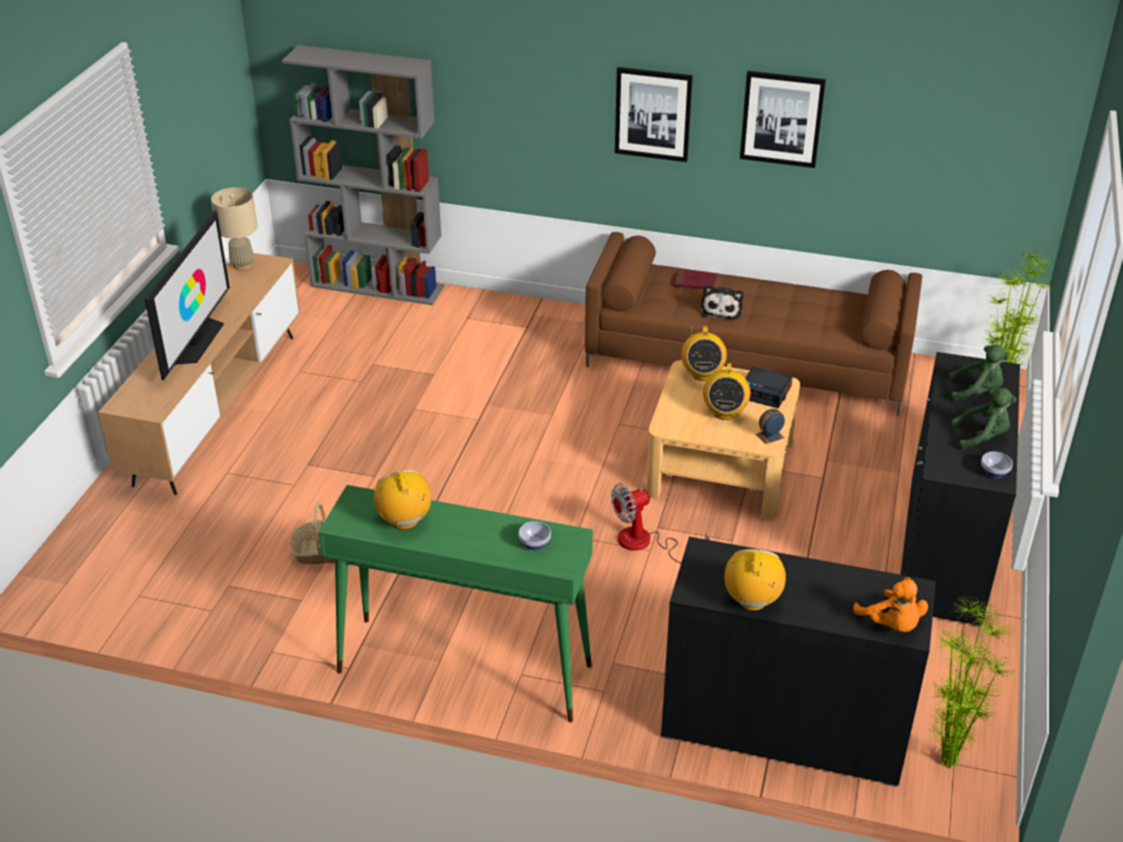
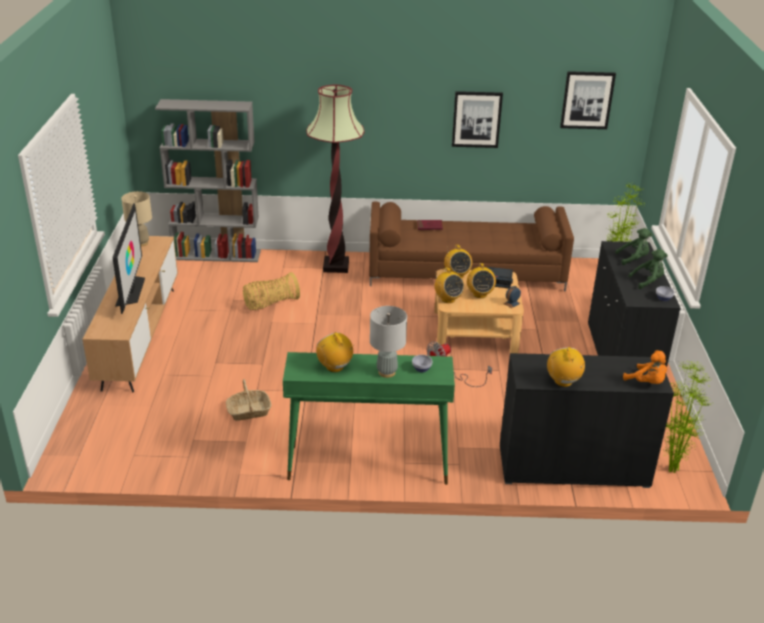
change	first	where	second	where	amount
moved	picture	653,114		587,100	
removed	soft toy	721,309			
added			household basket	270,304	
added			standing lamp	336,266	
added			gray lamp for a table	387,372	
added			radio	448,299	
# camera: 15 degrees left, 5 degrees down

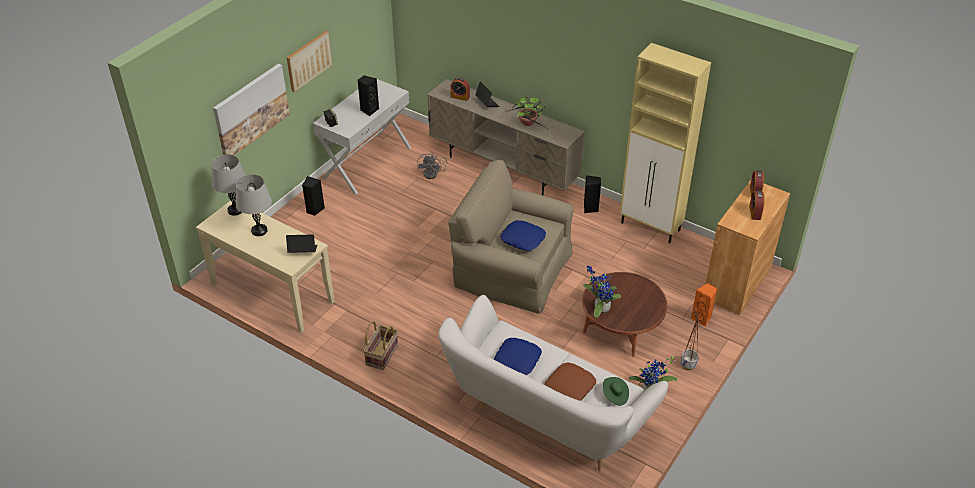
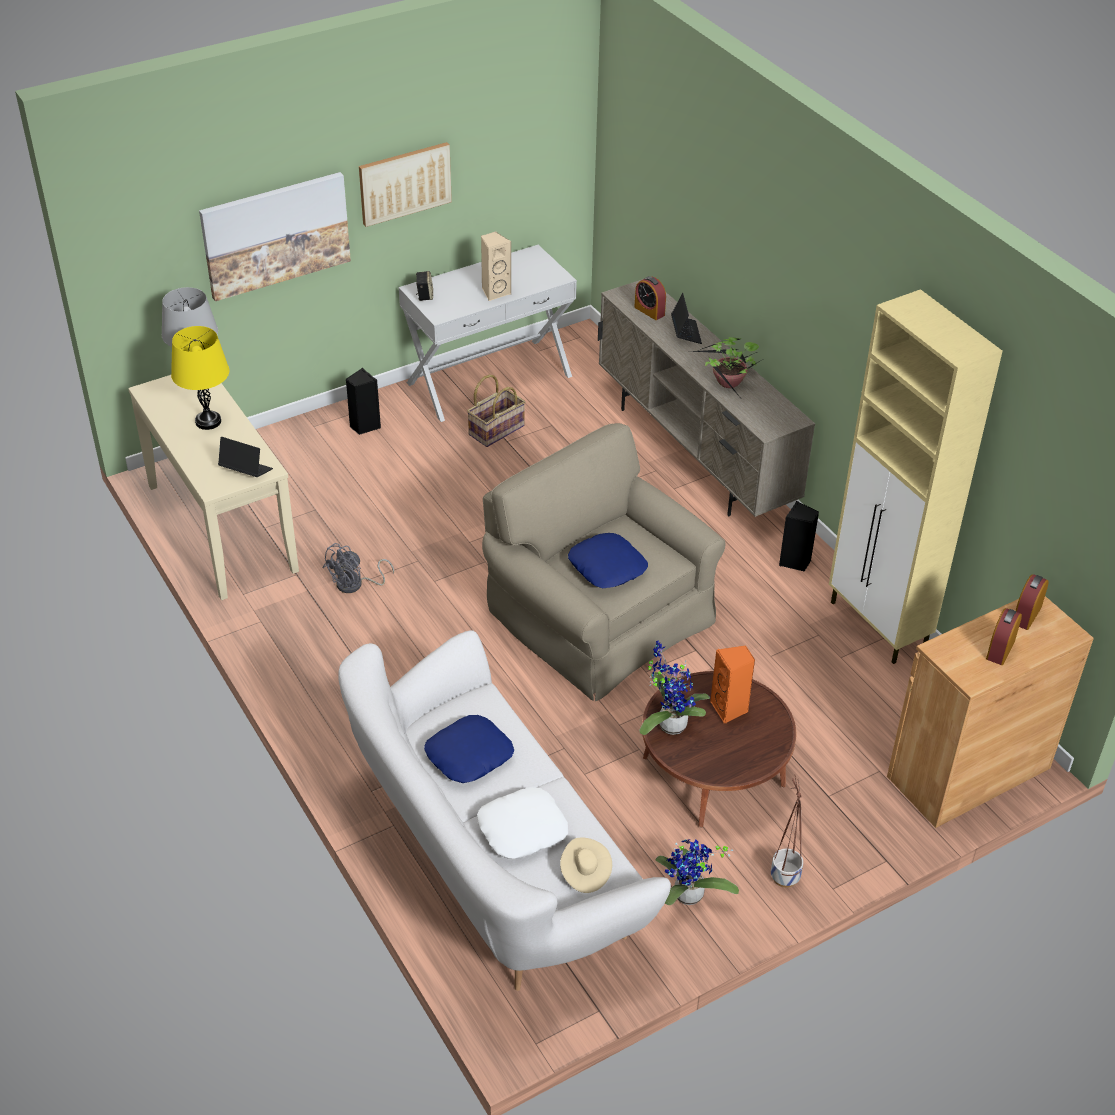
change	first	where	second	where	amount
recoloured	gray lamp for a table	259,231	yellowish lamp for a table	208,421	
recoloured	black loudspeaker	369,110	beige-coloured loudspeaker	495,292	
moved	household basket	381,354		496,430	
moved	gray fan	433,174		355,585	
recoloured	brown-coloured pillow	569,386	whitish pillow	522,828	
recoloured	green hat	615,395	beige-coloured hat	585,873	
moved	orange loudspeaker	702,318		730,709	
# camera: 25 degrees right, 0 degrees up

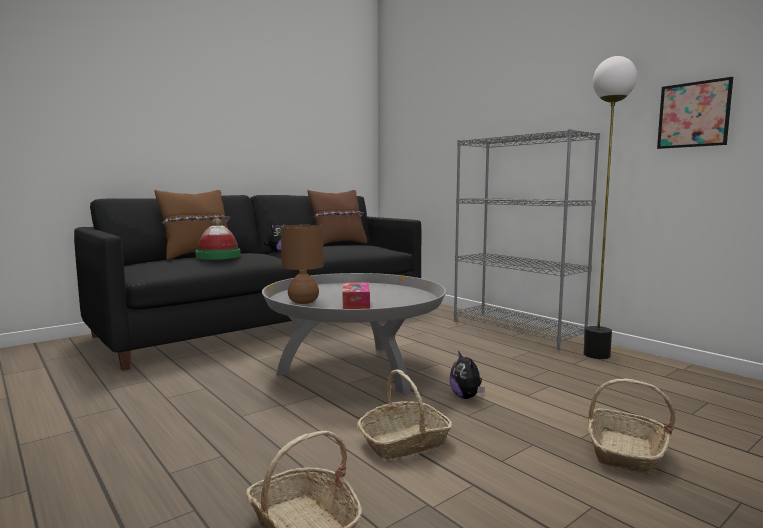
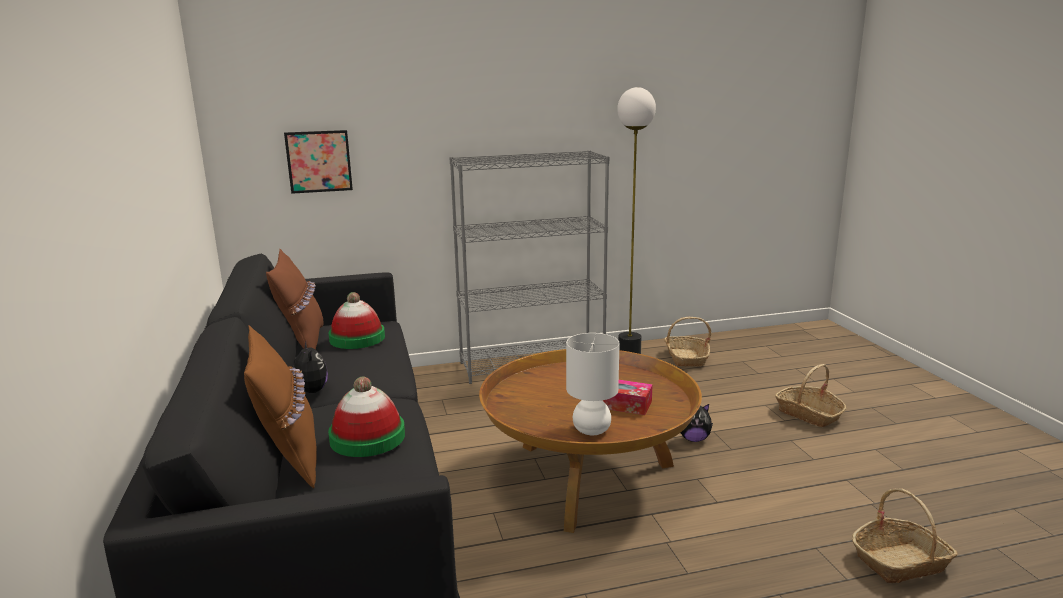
change	first	where	second	where	amount
recoloured	gray lounge table	355,369	brown-coloured lounge table	588,477	
recoloured	brown-coloured lamp for a table	303,302	whitish lamp for a table	592,430	
moved	household basket	404,442		686,358	
moved	picture	693,114		319,161	
added			hat	357,338	
# camera: 65 degrees left, 10 degrees up

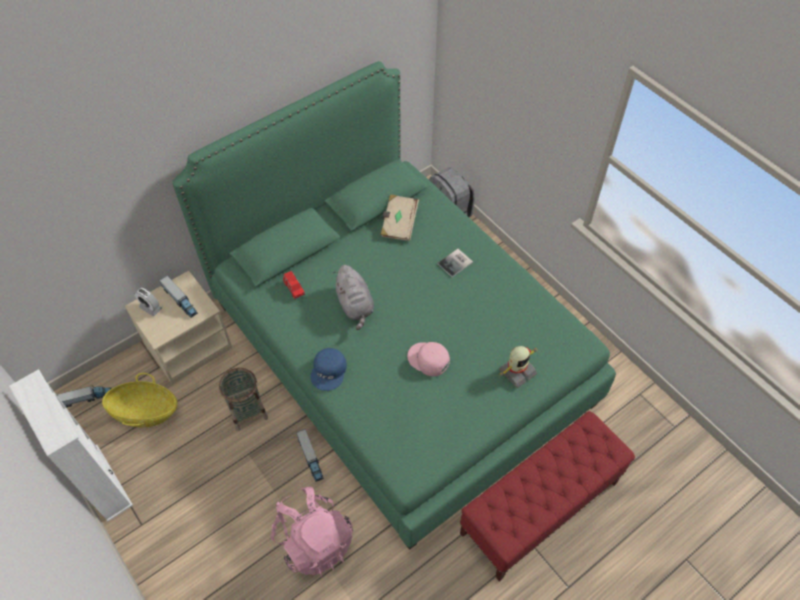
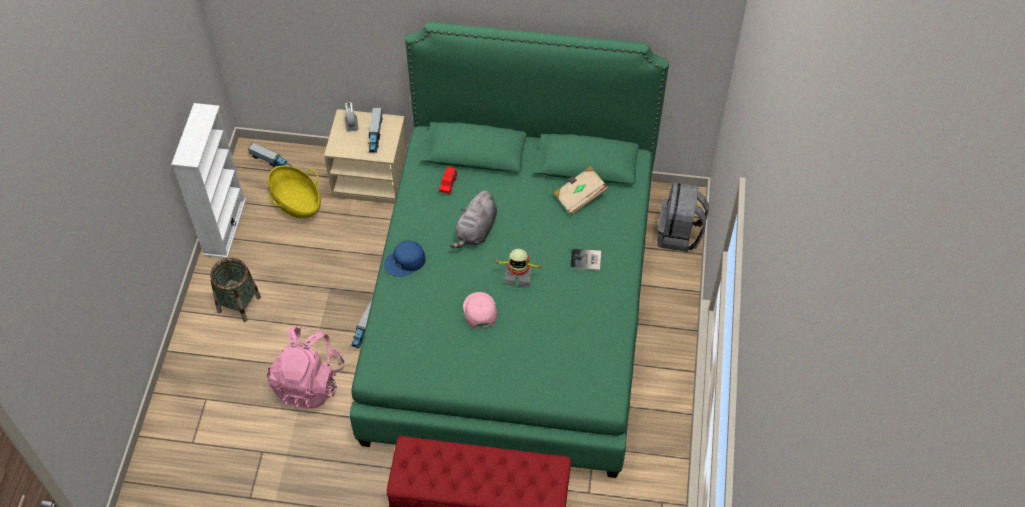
change	first	where	second	where	amount
moved	household basket	247,411		239,304	
moved	robot figure	516,371		518,274	
# camera: 45 degrees right, 0 degrees up

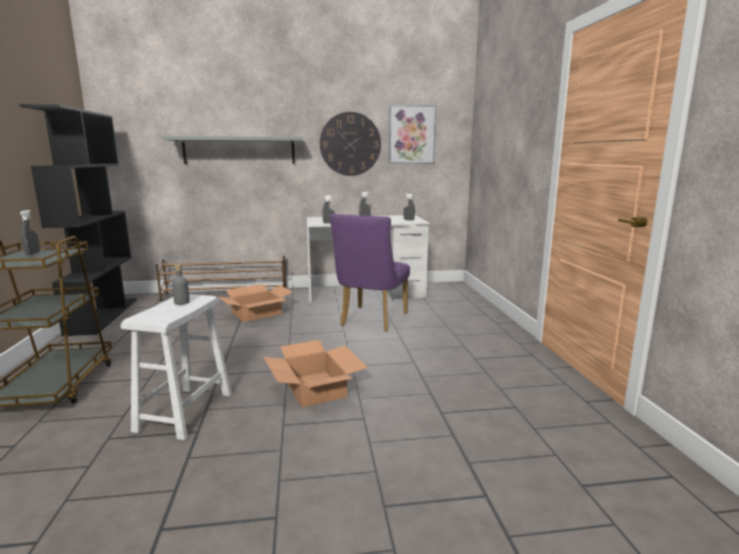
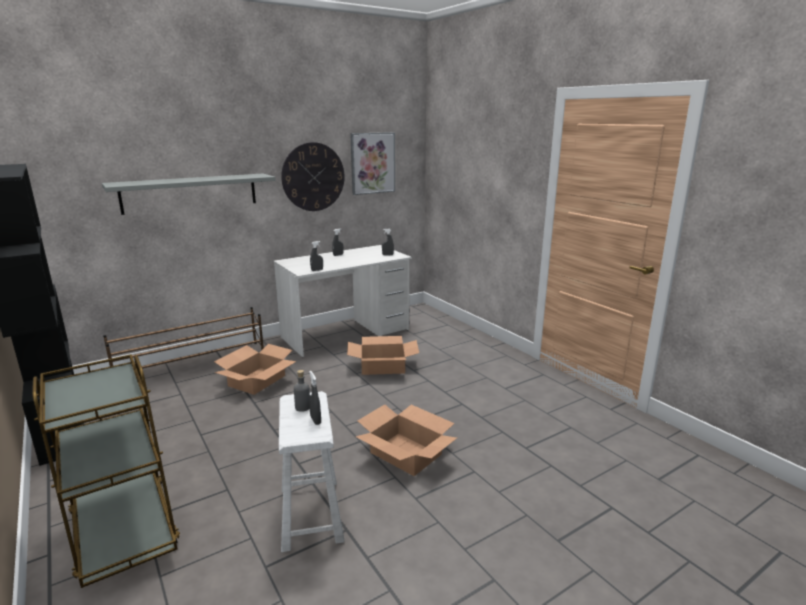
change	first	where	second	where	amount
moved	gray sprayer	33,253		315,420	
replaced	purple plain chair	370,321	cardboard box	383,366	
# camera: 25 degrees left, 5 degrees up

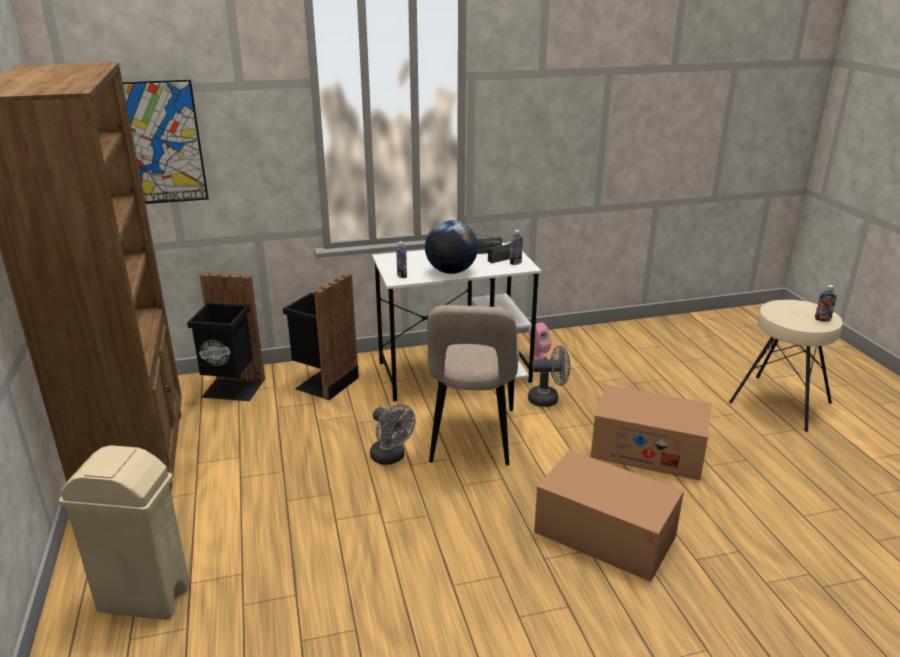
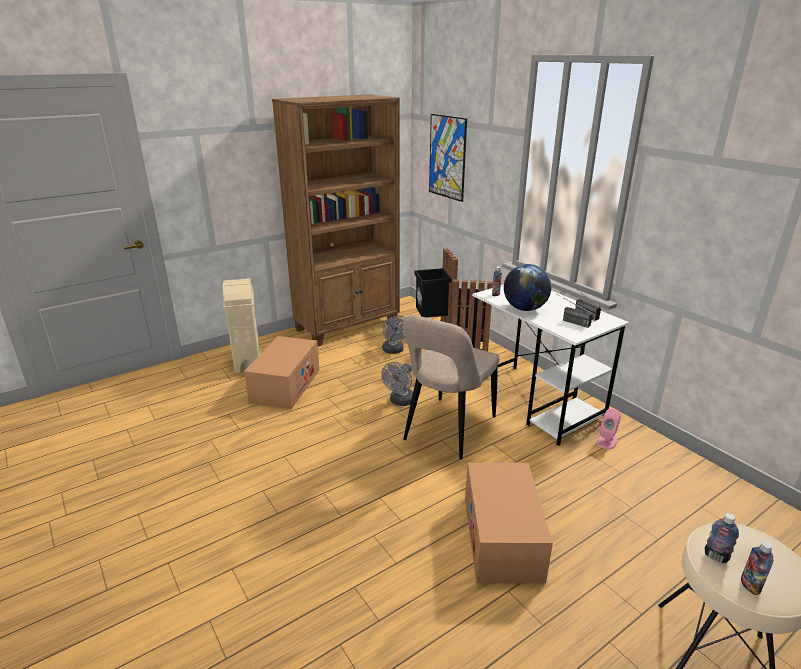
change	first	where	second	where	amount
turned	beige-coloured plain chair	471,438		447,430	45 degrees counterclockwise
moved	bottle	515,263		716,556	
moved	gray fan	548,399		394,351	
moved	cardboard box	604,534		285,385	
# camera: 70 degrees right, 0 degrees up

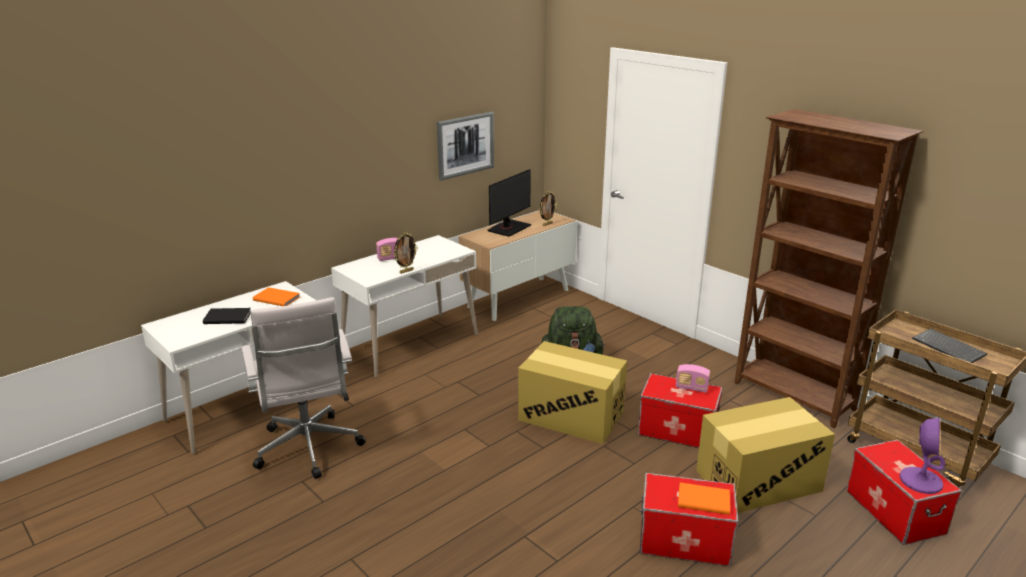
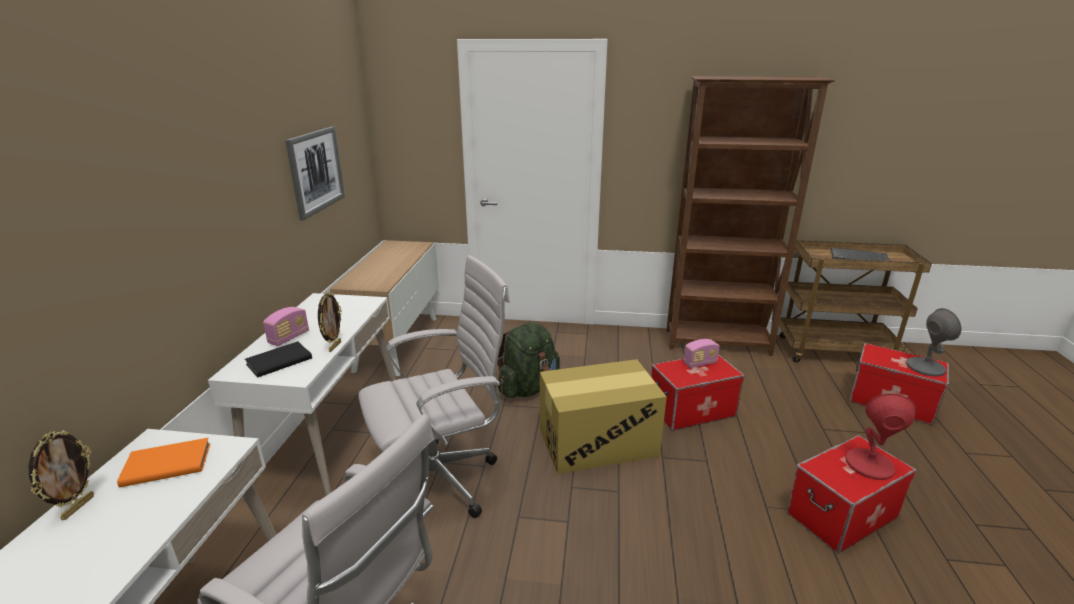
change	first	where	second	where	amount
moved	black bound book	227,317		278,361	
removed	computer display	508,228			
moved	photo frame	547,224		77,507	
replaced	orange bound book	703,499	red-coloured lamp for a table	869,464	
removed	cardboard box	758,481			
recoloured	purple lamp for a table	920,481	gray lamp for a table	925,367	
added			whitish desk chair	442,480	
# camera: 40 degrees left, 0 degrees up

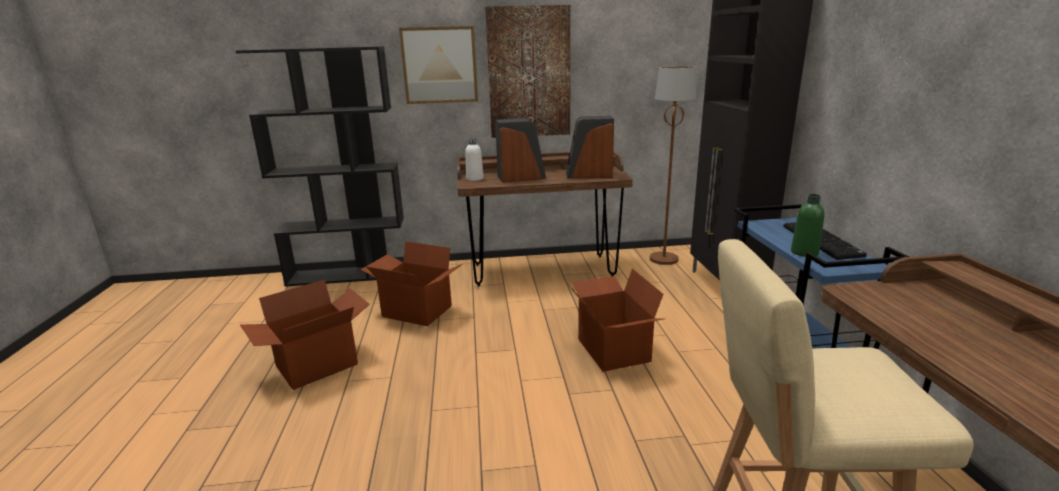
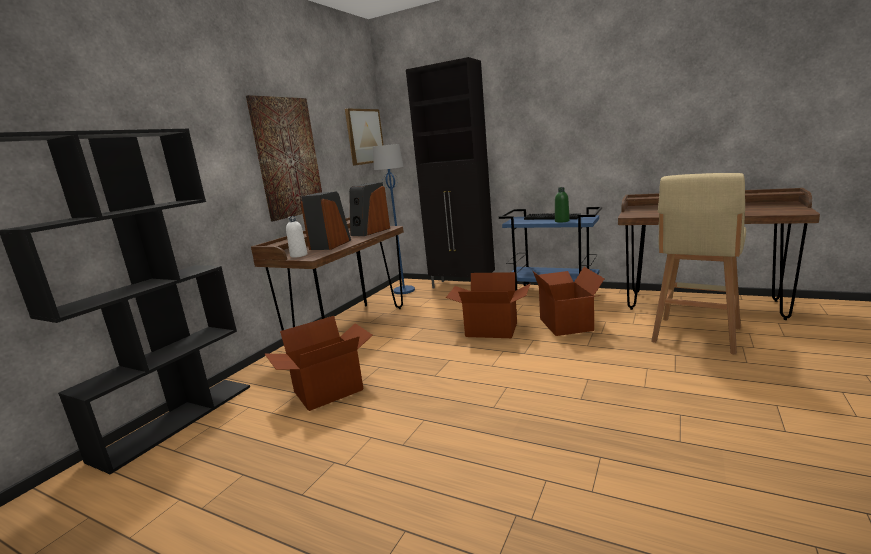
change	first	where	second	where	amount
moved	cardboard box	317,366		567,324	
moved	picture	439,65		364,136	
recoloured	brown-coloured standing lamp	664,259	bluish standing lamp	404,290	
# camera: 55 degrees left, 5 degrees down

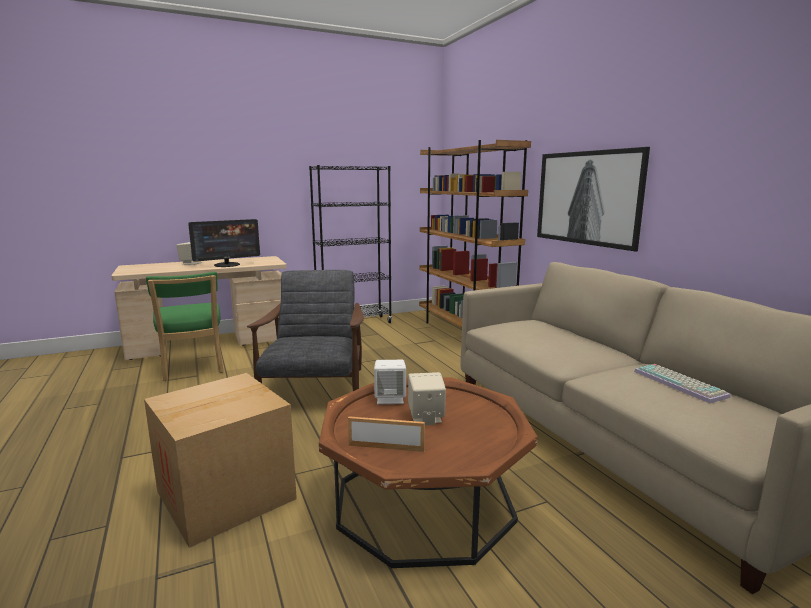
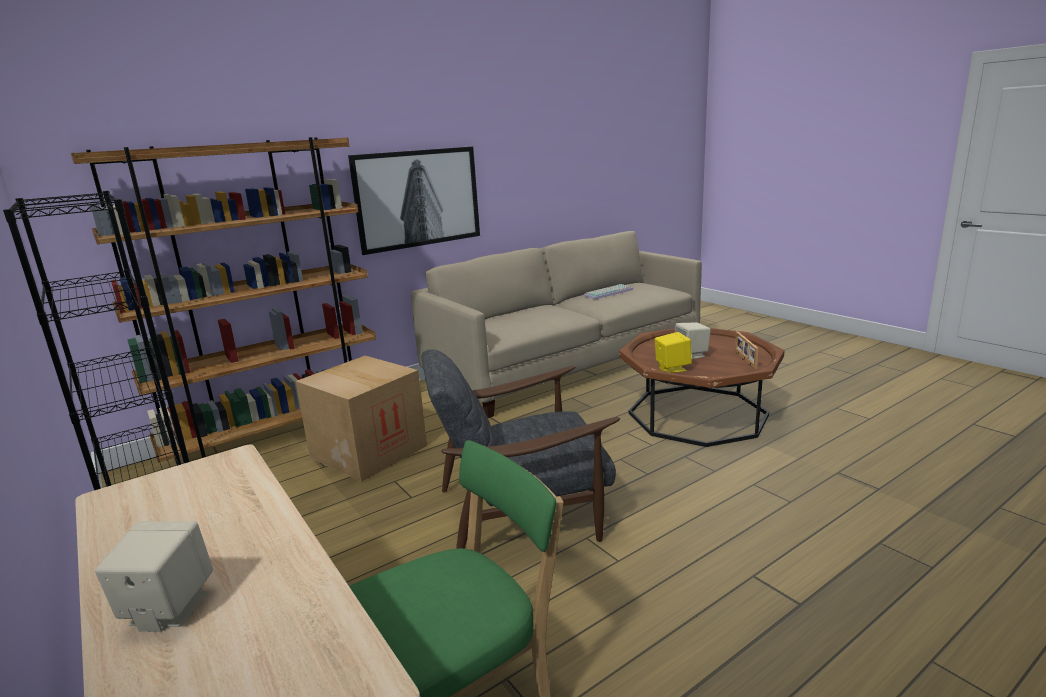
change	first	where	second	where	amount
moved	cardboard box	226,495		368,451	
removed	computer display	227,265			
recoloured	whitish loudspeaker	390,398	yellowish loudspeaker	672,368	
# camera: 100 degrees left, 5 degrees up

